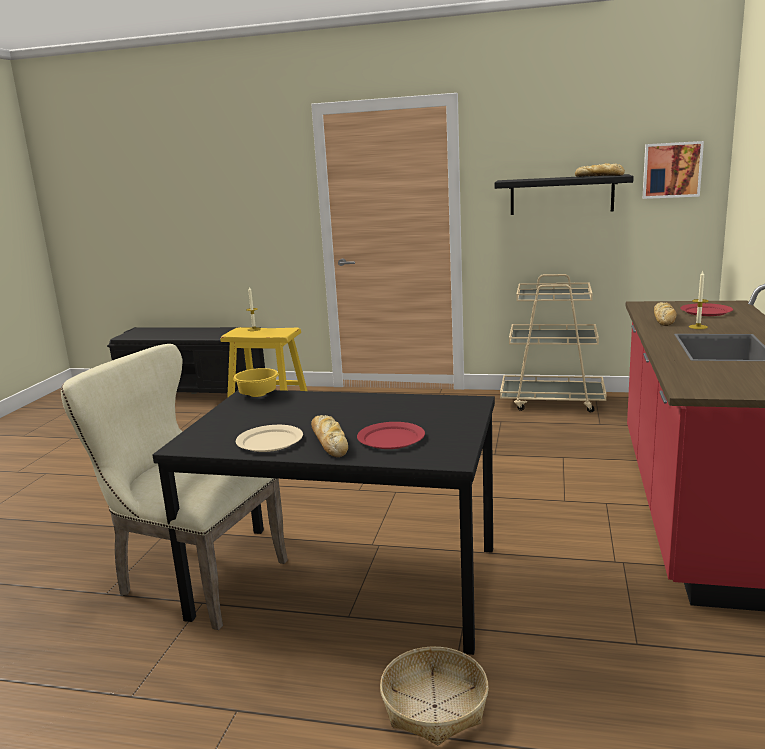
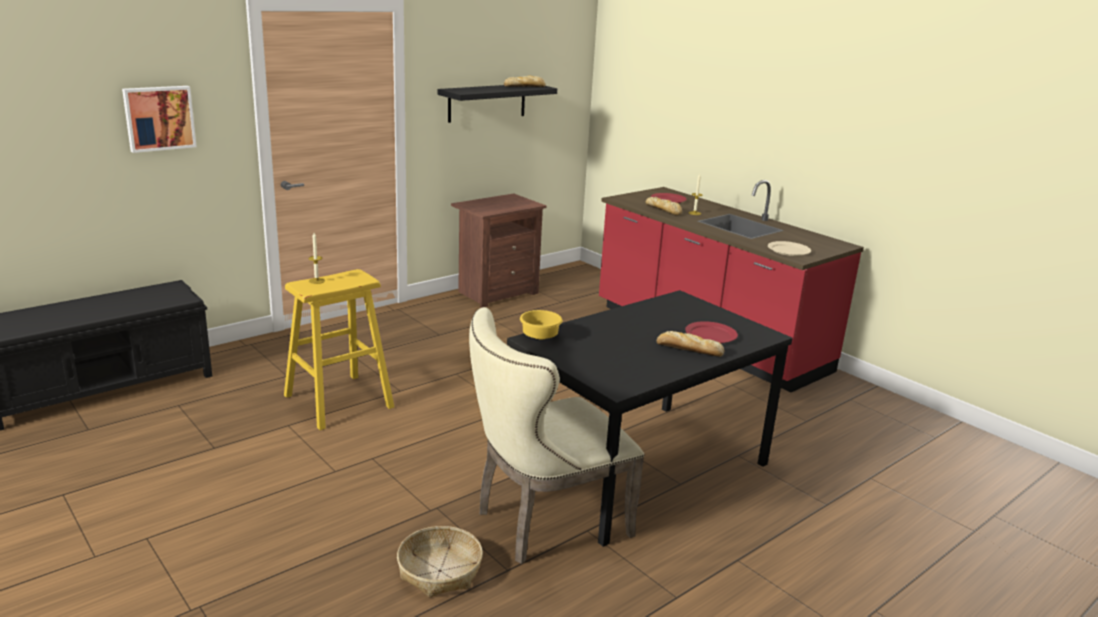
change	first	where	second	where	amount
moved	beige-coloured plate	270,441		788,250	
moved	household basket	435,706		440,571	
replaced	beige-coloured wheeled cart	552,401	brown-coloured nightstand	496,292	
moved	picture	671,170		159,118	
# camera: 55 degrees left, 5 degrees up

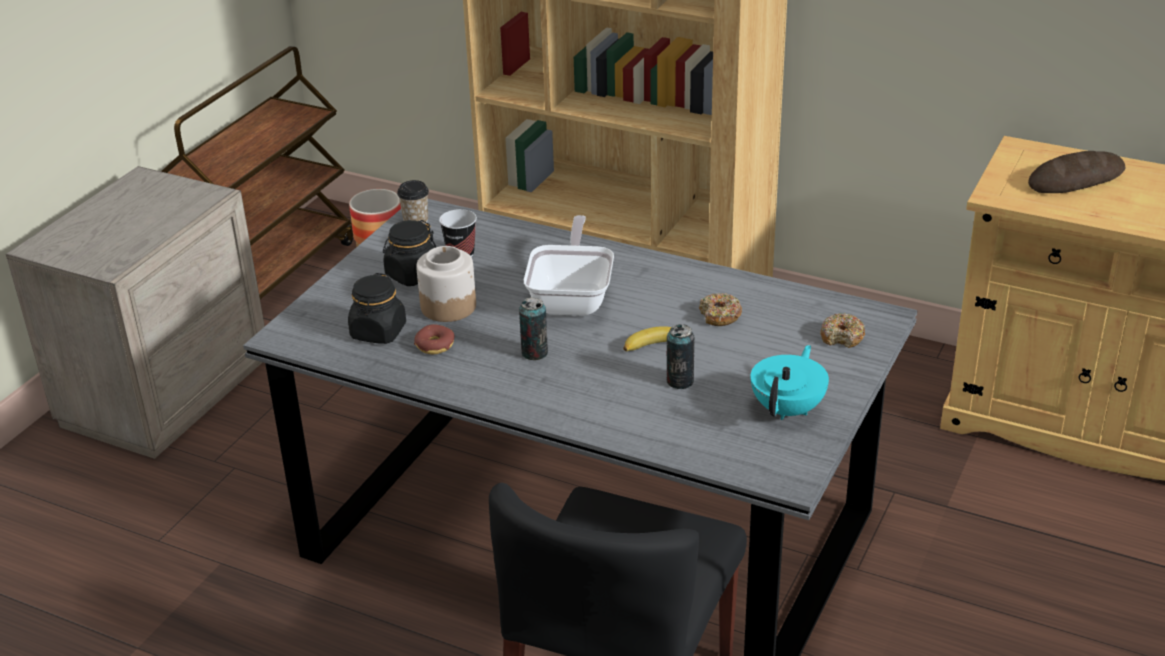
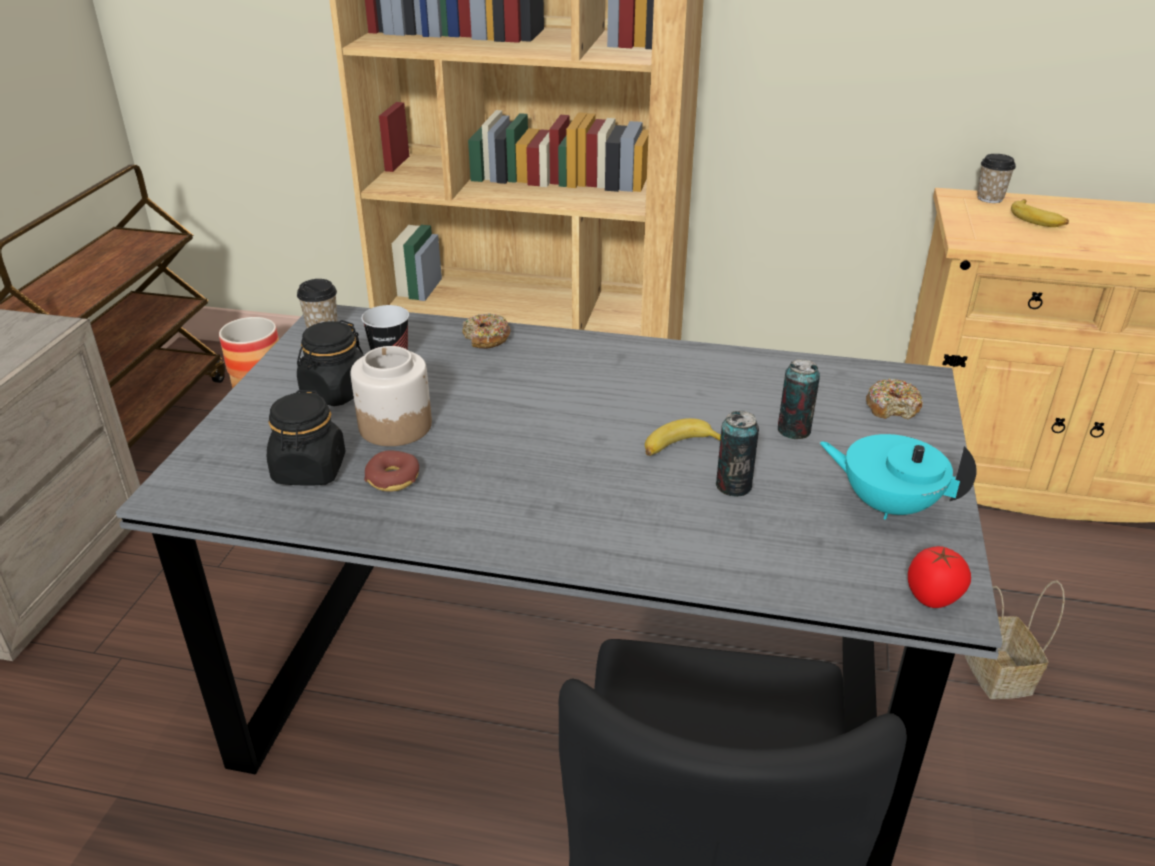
change	first	where	second	where	amount
moved	metal can	534,353		794,430	
removed	pan	573,298			
moved	ring doughnut	720,316		486,338	
turned	blue-green teapot	788,409		887,504	75 degrees counterclockwise
replaced	baked bread	1076,180	whole banana	1037,219	
added			fresh tomato	933,598	
added			household basket	1000,676	
added			small cup	990,198	
# camera: 15 degrees left, 0 degrees up

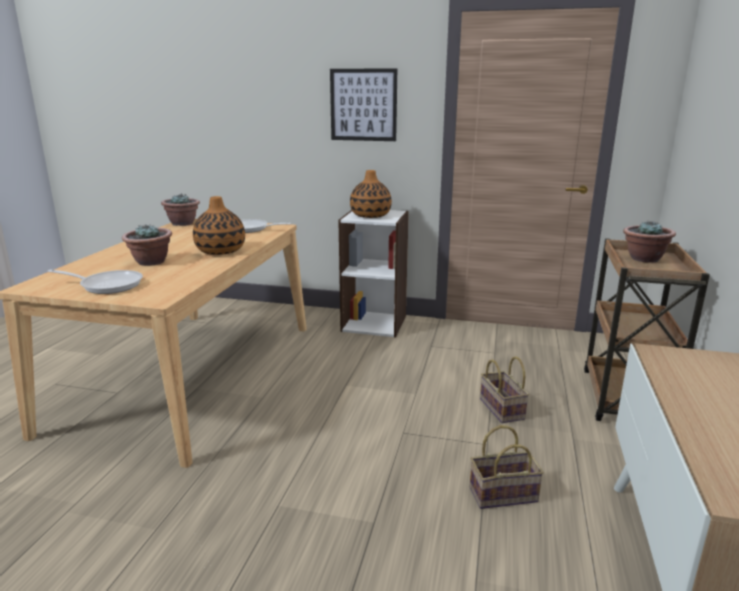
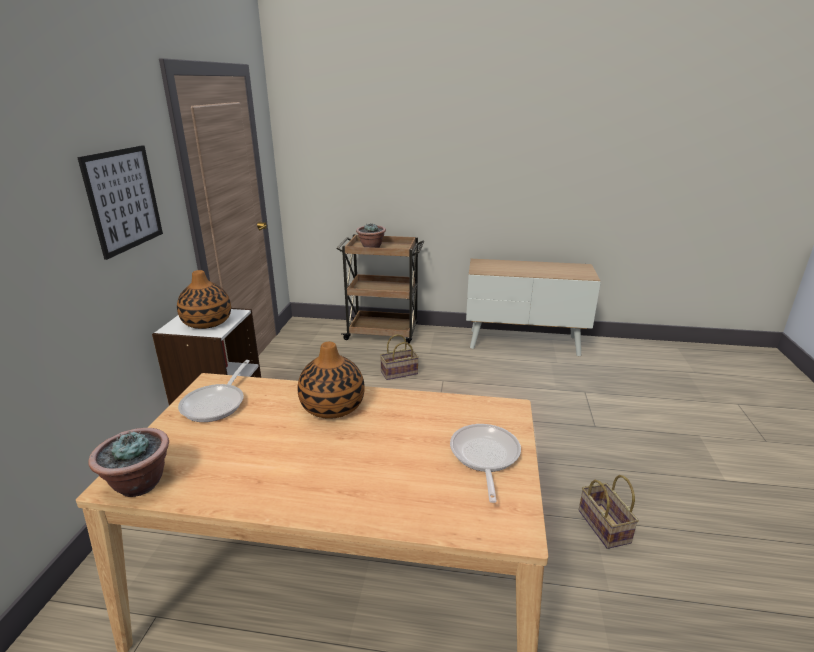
change	first	where	second	where	amount
removed	houseplant	151,262			
moved	household basket	504,493		602,525	
# camera: 95 degrees left, 5 degrees up

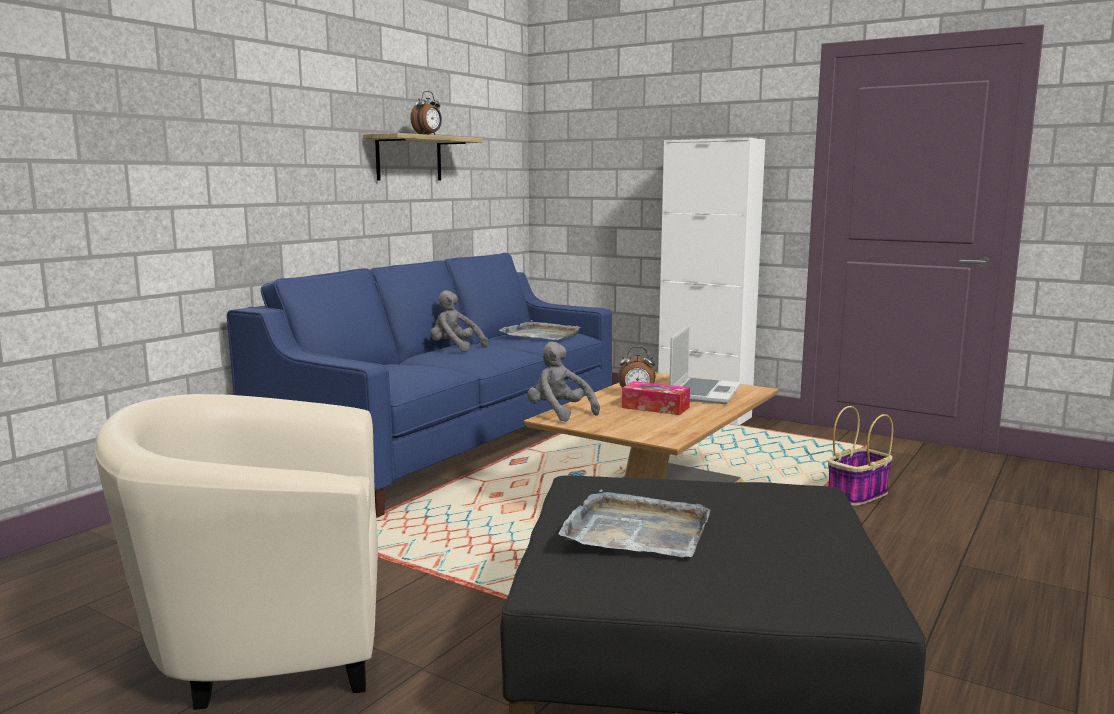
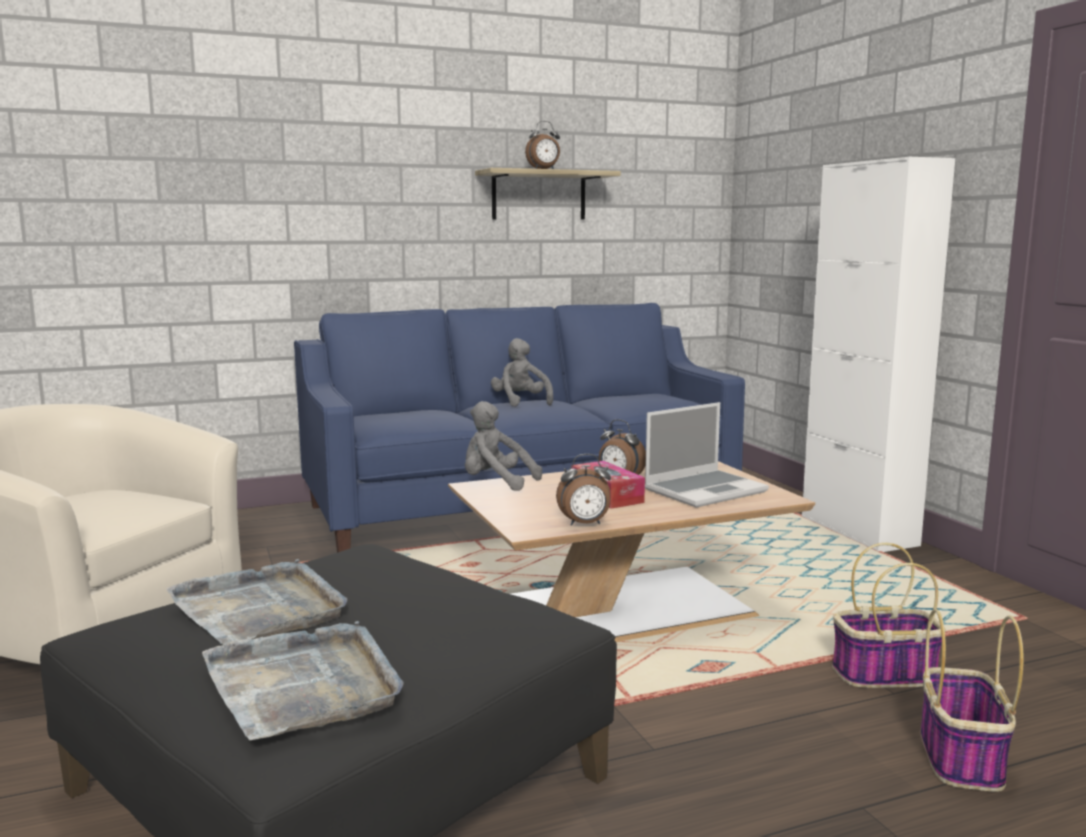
change	first	where	second	where	amount
moved	gray serving tray	541,334		305,685	
turned	gray soft toy	559,413		496,483	60 degrees counterclockwise
added			bedside clock	585,524	
added			household basket	960,756	
# camera: 35 degrees right, 0 degrees up

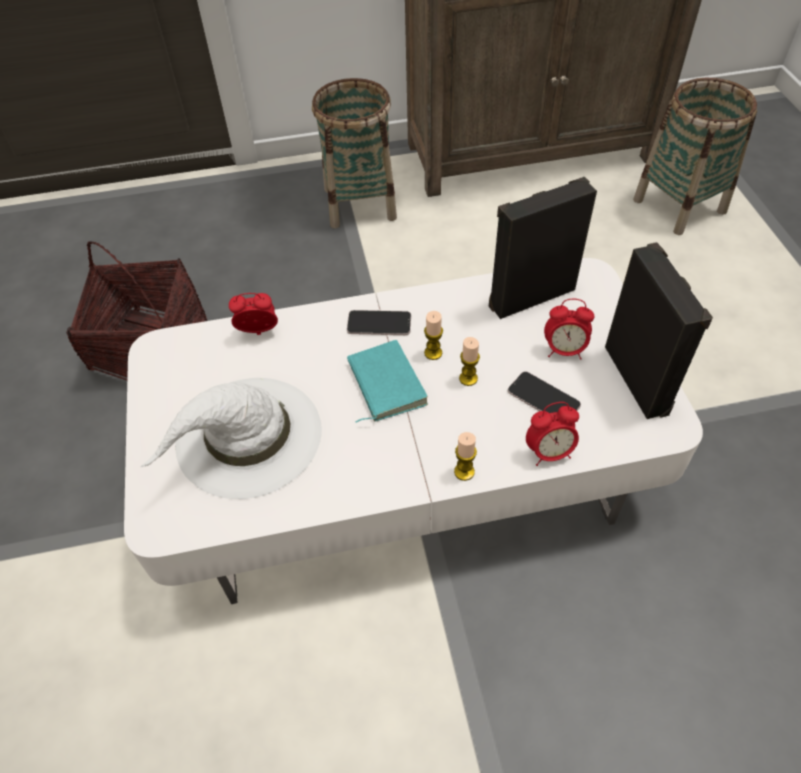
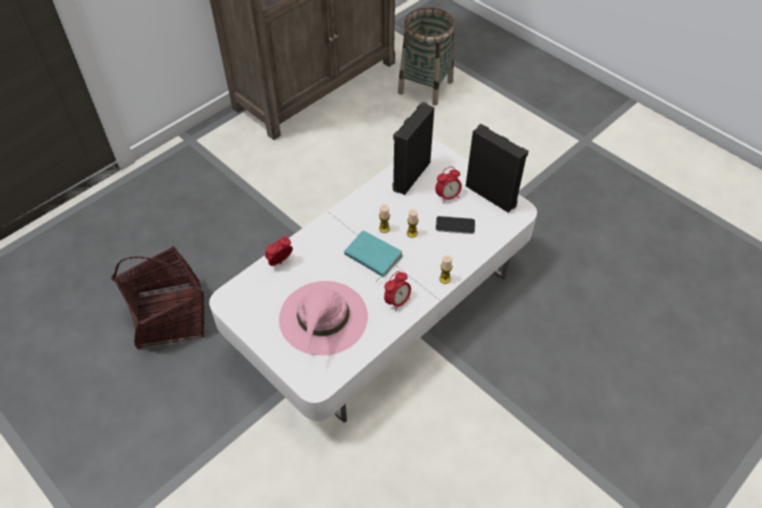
change	first	where	second	where	amount
recoloured	whitish hat	247,437	pinkish hat	323,318	
removed	household basket	359,204			
removed	telephone	379,323			
moved	bedside clock	549,453		397,301	
# camera: 35 degrees left, 0 degrees up

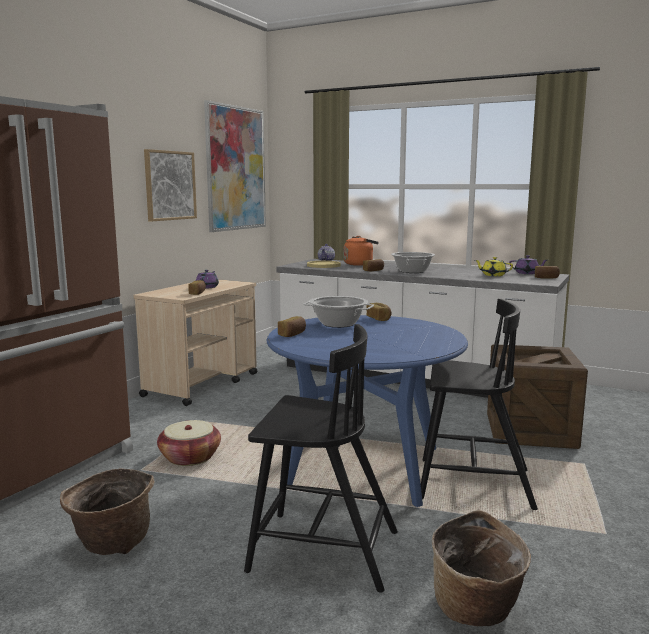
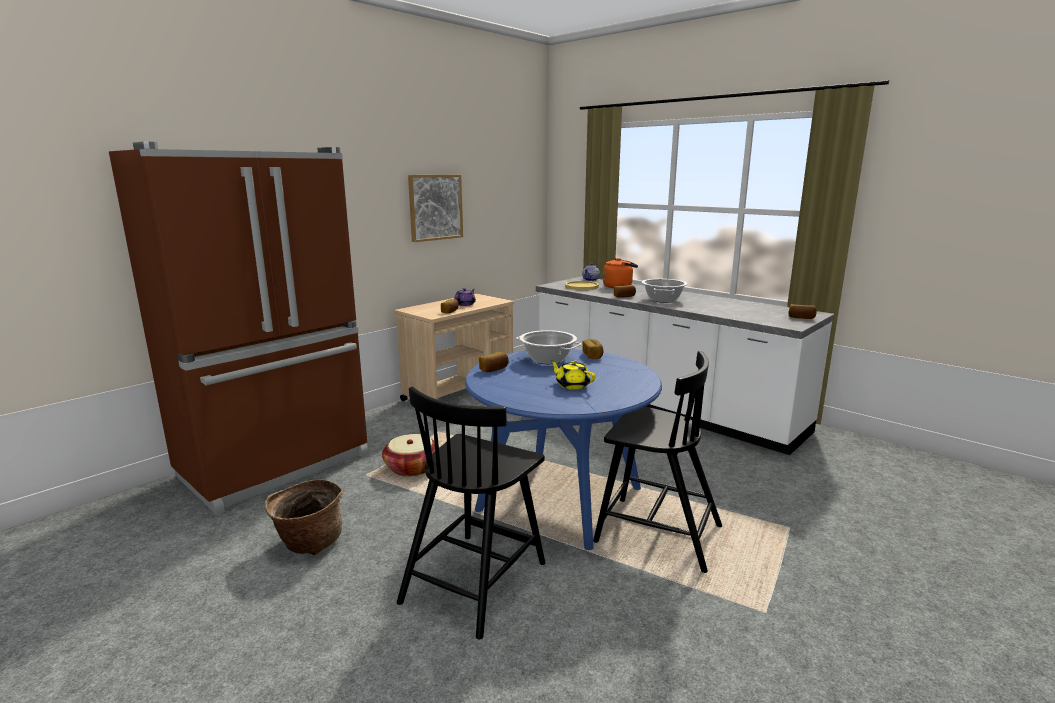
change	first	where	second	where	amount
removed	picture	236,168			
turned	black plain chair	321,550		475,580	90 degrees clockwise
removed	household basket	476,610			
moved	yellowish teapot	493,275		572,385	
removed	packing crate	530,430			
removed	purple teapot	527,273			
# camera: 15 degrees right, 5 degrees up

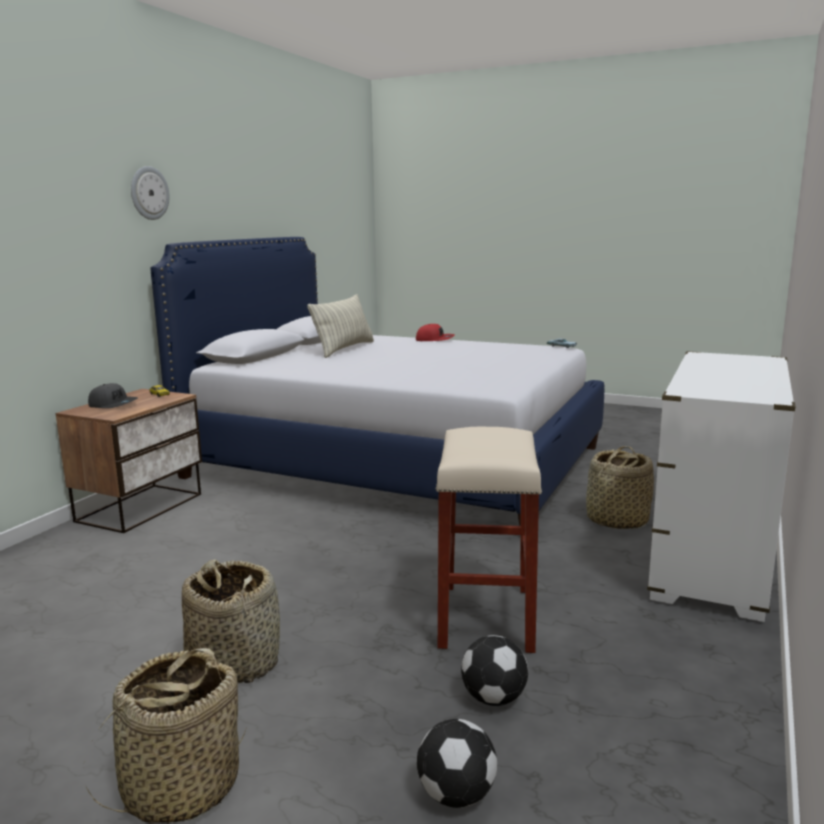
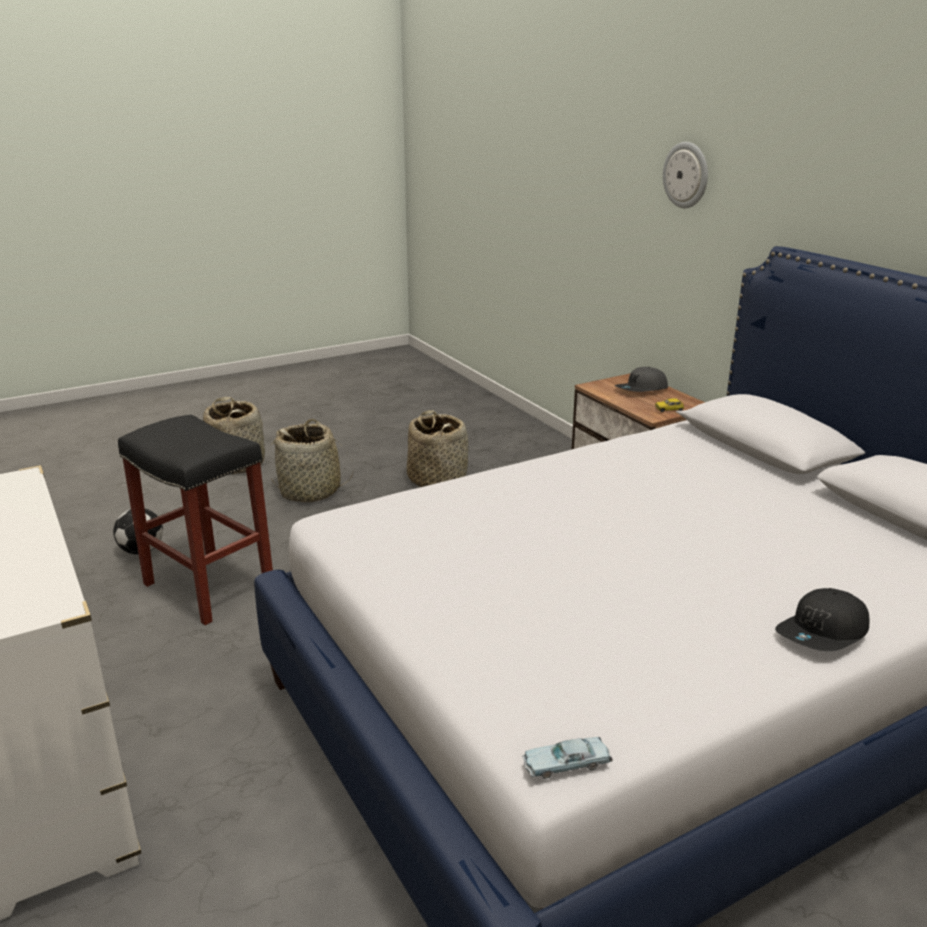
change	first	where	second	where	amount
moved	wall clock	149,193		686,175	
removed	pillow	344,349			
recoloured	red-coloured cap	435,339	black cap	823,634	
removed	ball for football	455,795			
recoloured	beige-coloured stool seat	485,616	black stool seat	210,587	
moved	household basket	616,520		437,479	
# camera: 125 degrees right, 10 degrees up

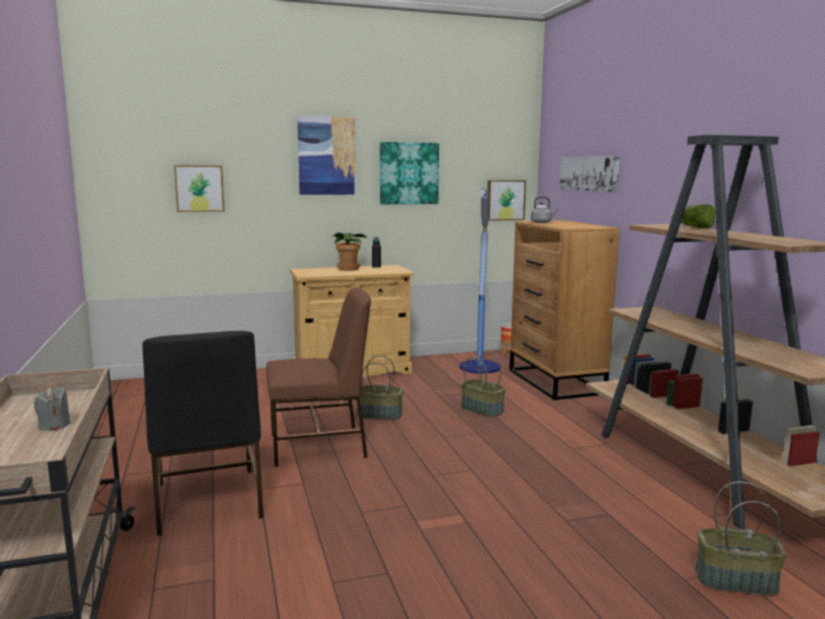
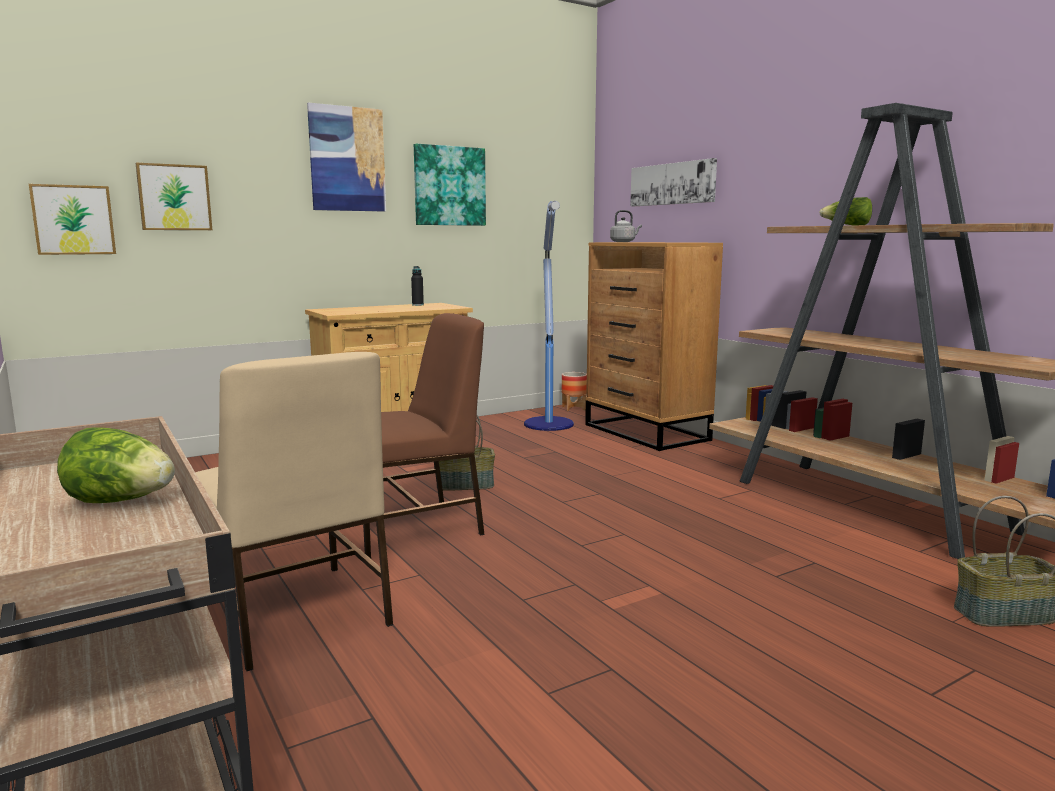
change	first	where	second	where	amount
replaced	gray wax light	54,426	head of lettuce	121,501	
recoloured	black plain chair	207,501	beige-coloured plain chair	296,615	
removed	houseplant	348,269			
removed	household basket	483,410			
moved	picture	505,200		73,220	
# camera: 15 degrees left, 0 degrees up

